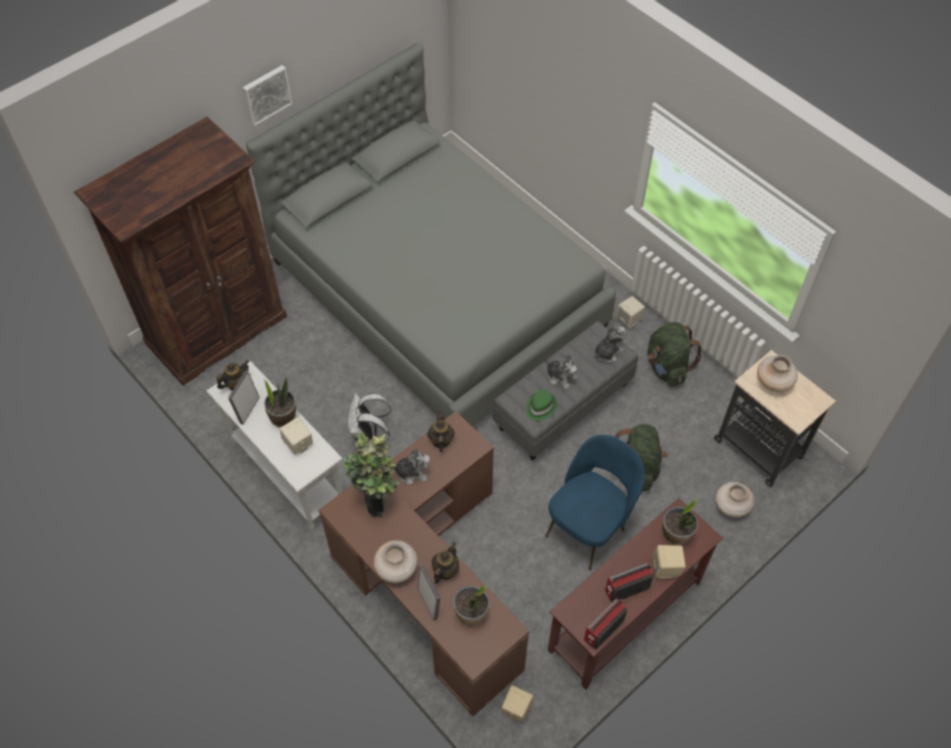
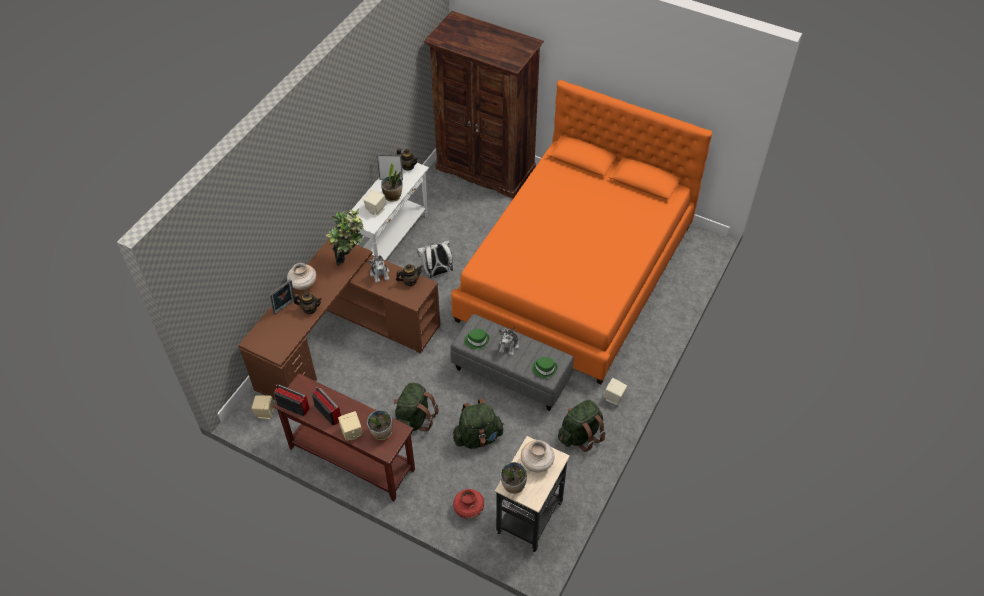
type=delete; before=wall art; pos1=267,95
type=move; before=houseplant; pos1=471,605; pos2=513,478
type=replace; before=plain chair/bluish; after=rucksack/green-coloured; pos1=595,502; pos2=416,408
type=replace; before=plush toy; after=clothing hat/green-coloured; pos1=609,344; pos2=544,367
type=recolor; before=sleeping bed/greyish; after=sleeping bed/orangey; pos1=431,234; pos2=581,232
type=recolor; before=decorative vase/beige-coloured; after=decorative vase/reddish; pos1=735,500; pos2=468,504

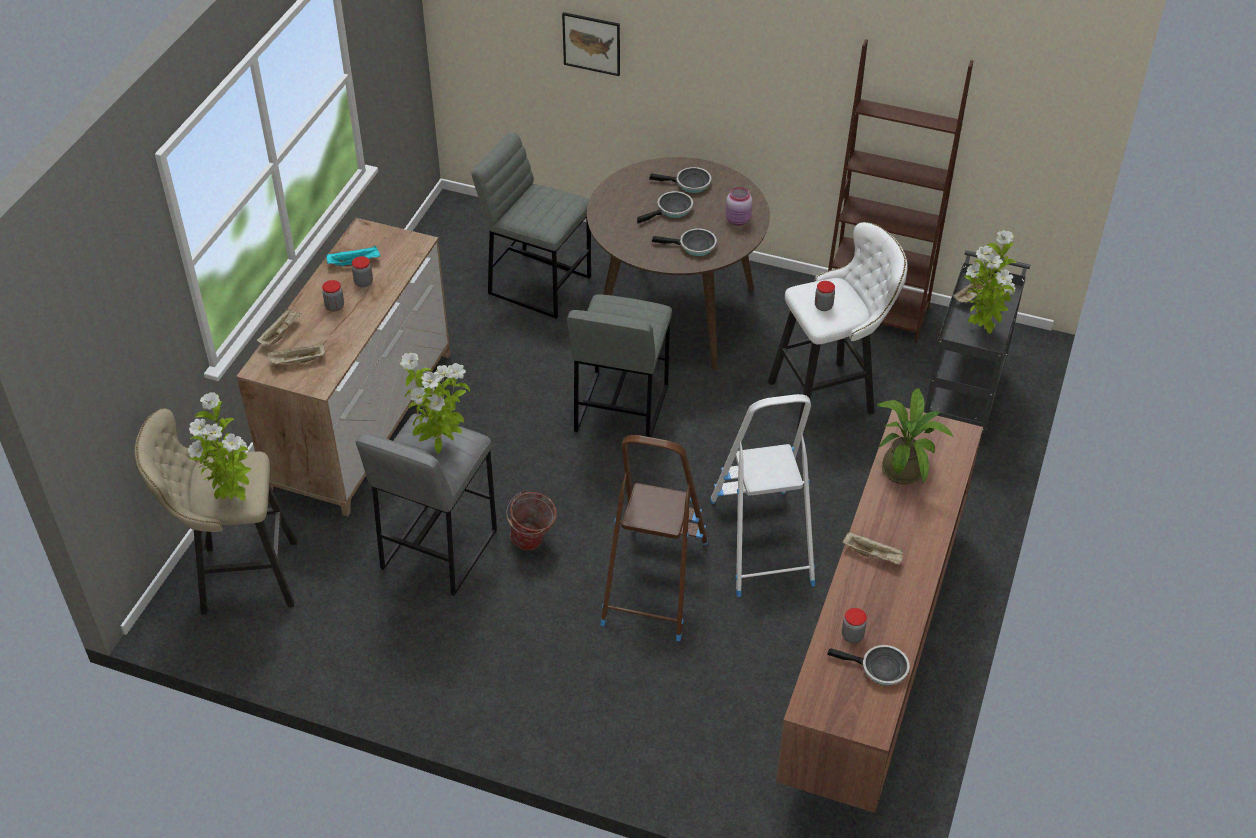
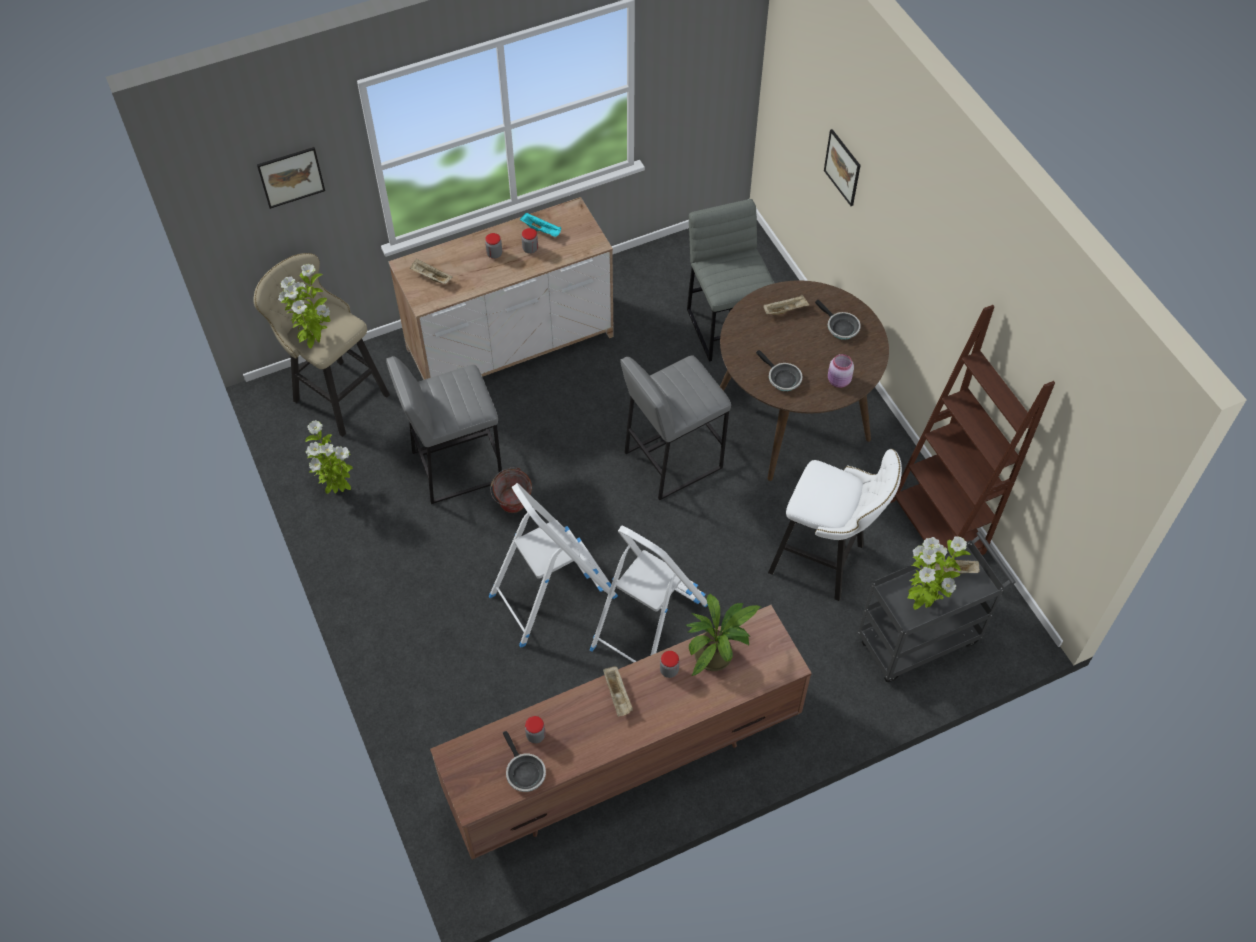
type=delete; before=pan; pos1=665,207
type=insert; after=wall art; pos2=291,178
type=move; before=tray/beige-coloured; pos1=279,327; pos2=786,305
type=move; before=houseplant; pos1=435,403; pos2=329,457
type=move; before=preserve jar; pos1=825,296; pos2=669,664
type=replace; before=plain chair/greyish; after=stool/greyish; pos1=619,366; pos2=676,427
type=recolor; before=step ladder/brown; after=step ladder/whitish; pos1=654,538; pos2=553,565

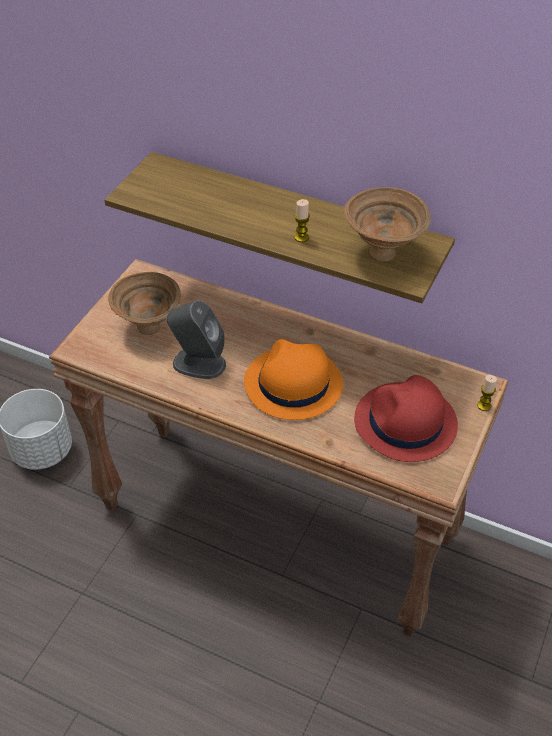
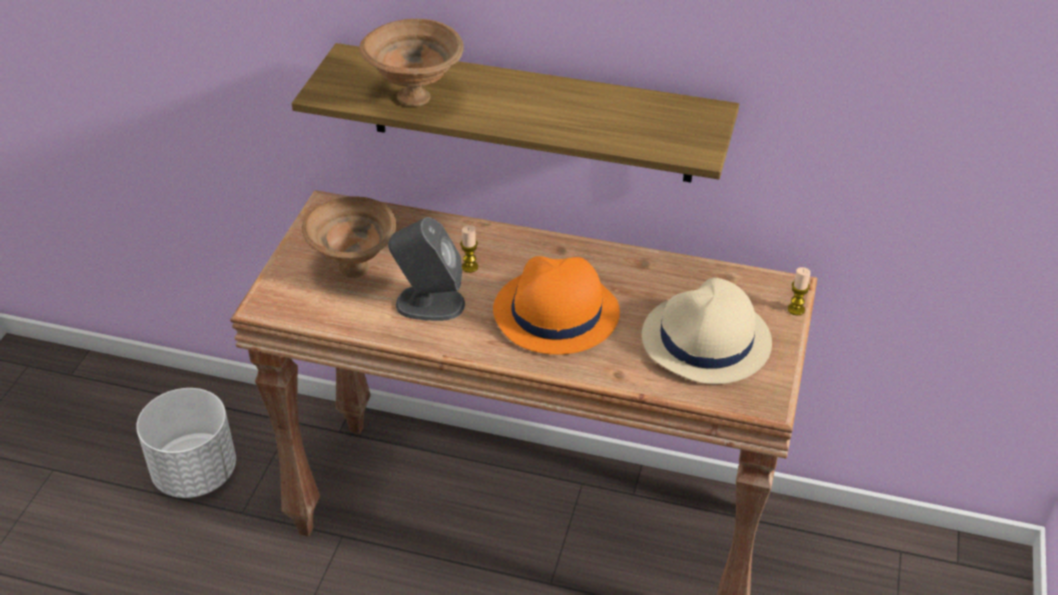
type=move; before=wax light; pos1=302,220; pos2=469,249
type=move; before=deep dish/brown; pos1=387,224; pos2=411,62
type=recolor; before=clothing hat/reddish; after=clothing hat/beige-coloured; pos1=406,418; pos2=707,331

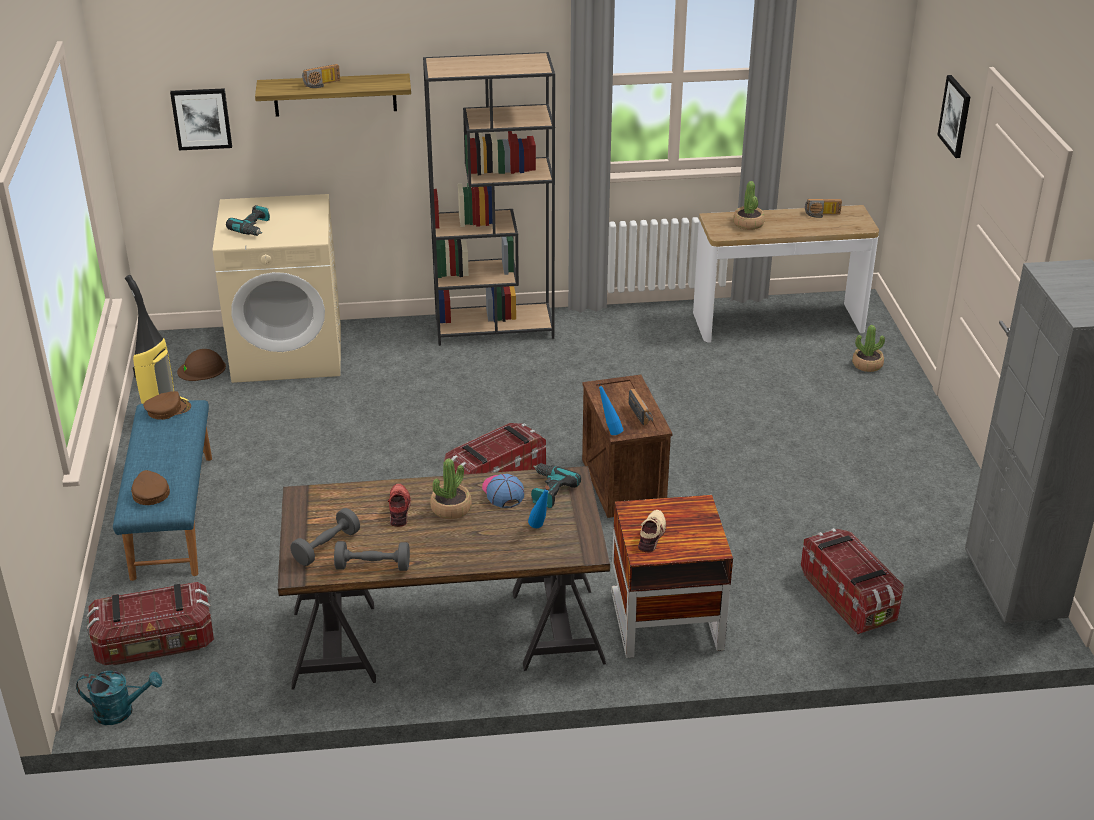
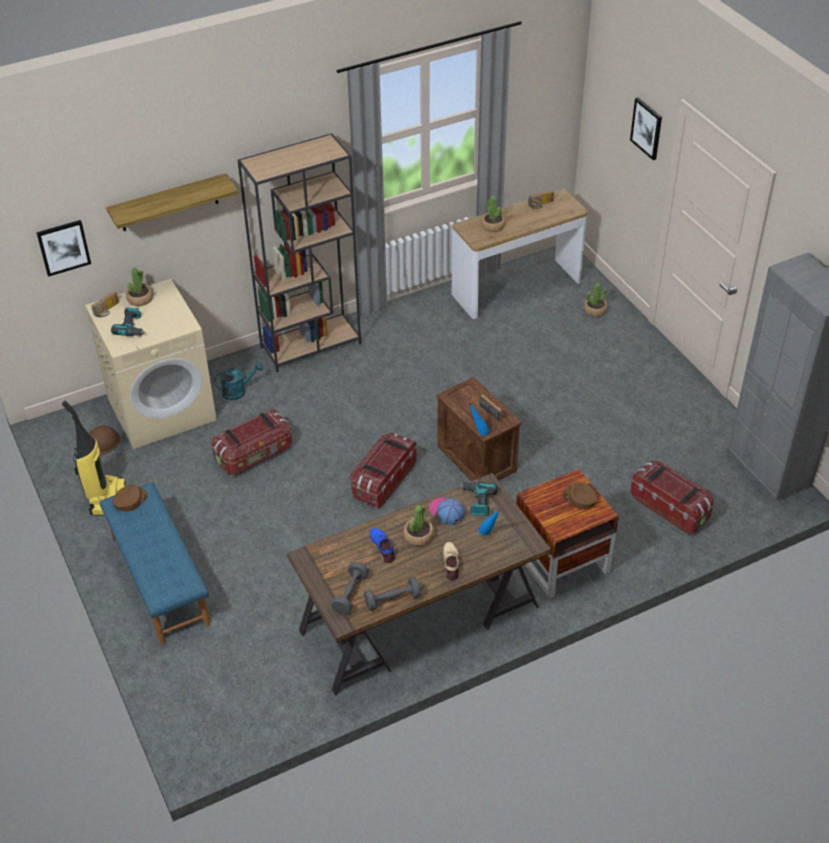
type=insert; after=houseplant; pos2=139,287
type=move; before=watering can/blue-green; pos1=119,698; pos2=238,381
type=move; before=storage bin; pos1=150,623; pos2=251,442
type=move; before=baseball cap/brown; pos1=150,487; pos2=580,496
type=move; before=radio; pos1=321,76; pos2=105,304
type=move; before=low shoe/beige-coloured; pos1=652,531; pos2=451,561
type=recolor; before=low shoe/reddish; after=low shoe/bluish; pos1=399,505; pos2=382,545

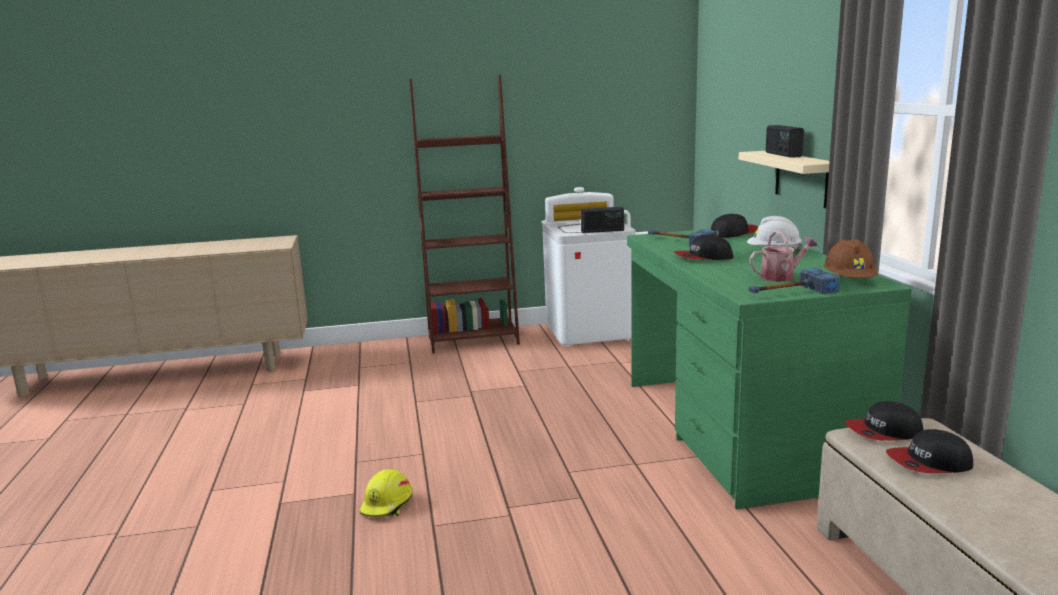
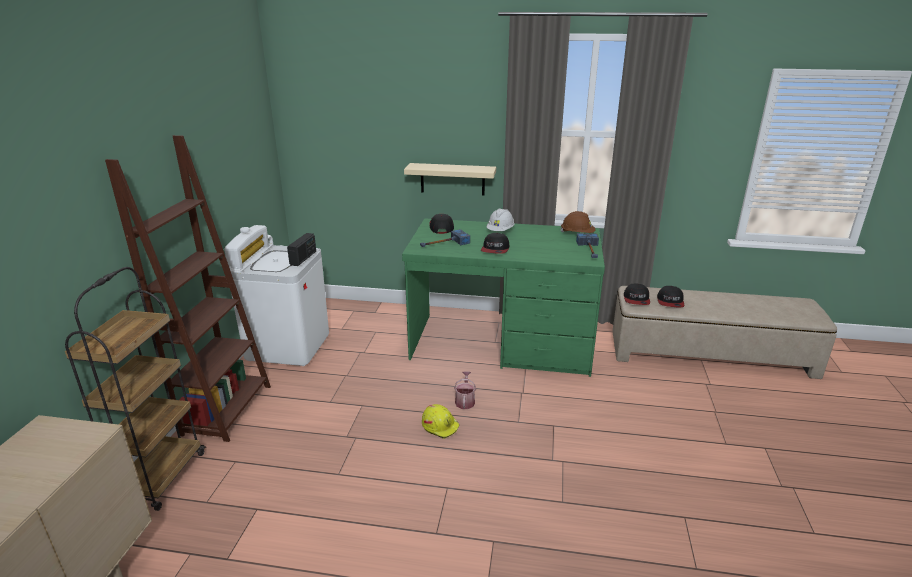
type=delete; before=radio; pos1=785,141
type=insert; after=trolley/brown; pos2=135,389
type=move; before=safety helmet/yellow-coloured; pos1=386,493; pos2=441,421
type=move; before=watering can; pos1=784,256; pos2=465,390

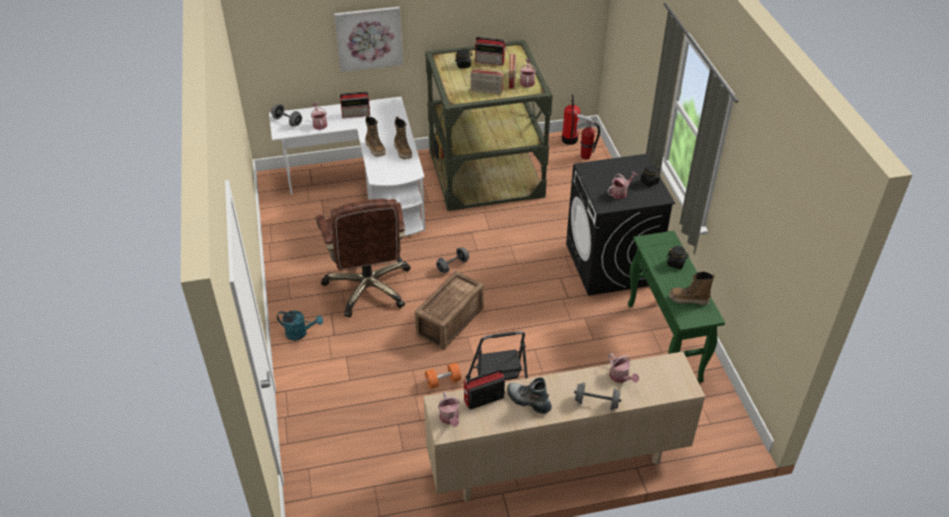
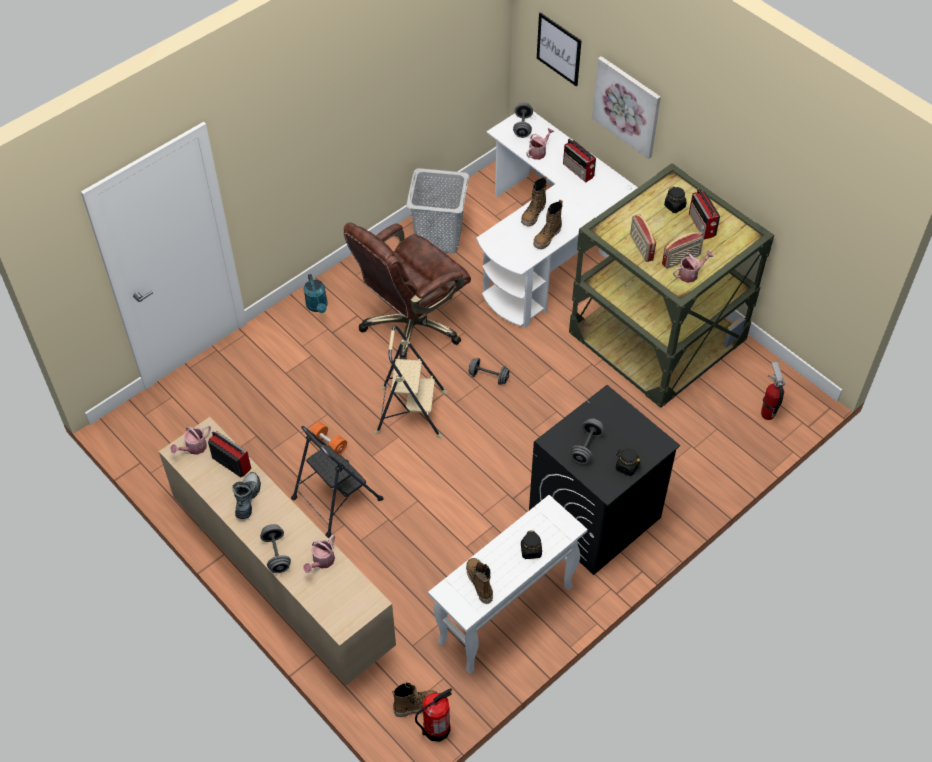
type=insert; after=boot; pos2=414,699
type=insert; after=washing basket/greyish; pos2=437,210
type=insert; after=wall art; pos2=559,49
type=move; before=fire-fighting cylinder; pos1=571,119; pos2=433,715
type=replace; before=shipping crate; after=step ladder/beige-coloured; pos1=449,310; pos2=411,382
type=replace; before=watering can; after=hand weight/greyish; pos1=622,185; pos2=587,441
type=recolor; before=hall table/green-coloured; after=hall table/whitish; pos1=676,306; pos2=507,584

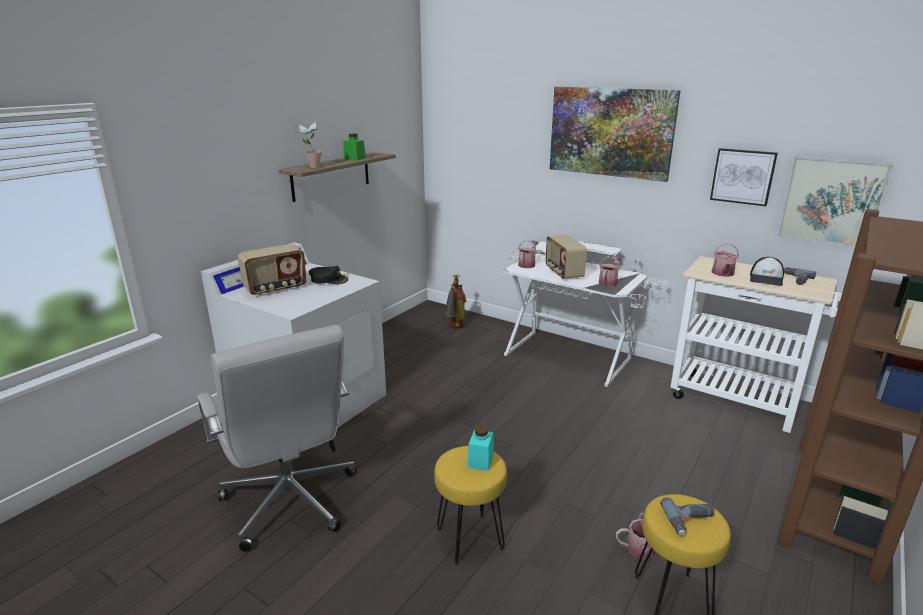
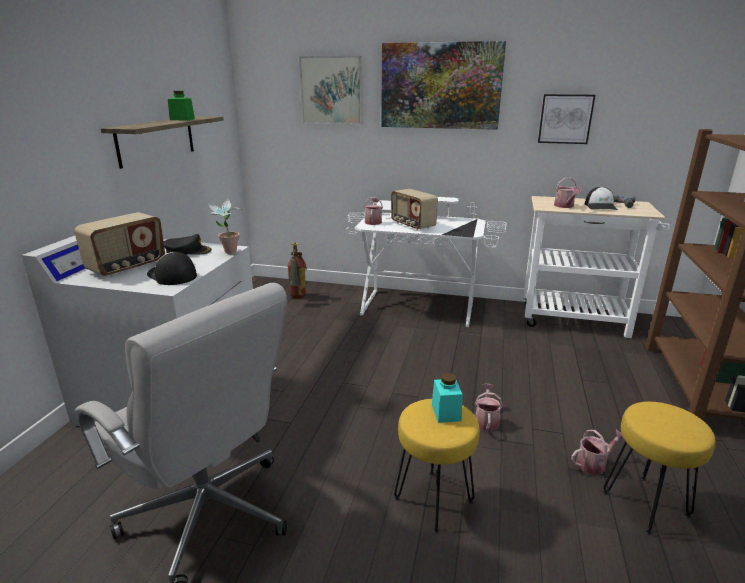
type=delete; before=power drill; pos1=687,516
type=insert; after=baseball cap; pos2=172,268
type=move; before=houseplant; pos1=309,145; pos2=224,226
type=move; before=watering can; pos1=610,271; pos2=489,407
type=move; before=wall art; pos1=835,202; pos2=330,90

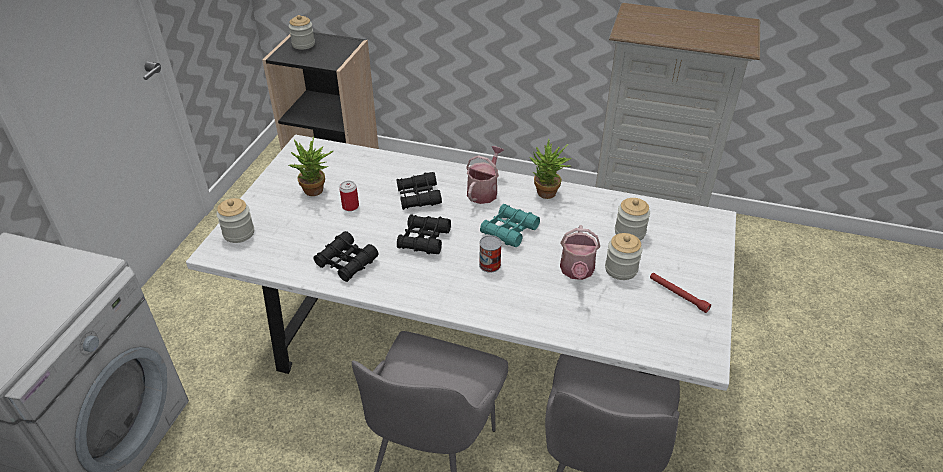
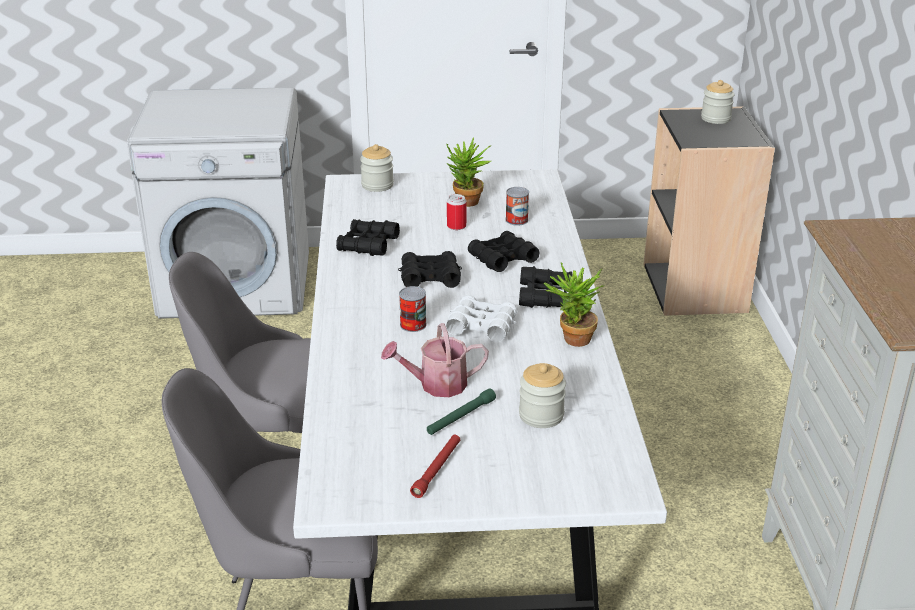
type=insert; after=metal can; pos2=517,206
type=replace; before=watering can; after=pair of binoculars/black-coloured; pos1=485,175; pos2=545,287
type=replace; before=preserve jar; after=flashlight/green-coloured; pos1=624,256; pos2=461,411
type=recolor; before=pair of binoculars/blue-green; after=pair of binoculars/whitish; pos1=510,225; pos2=481,318

